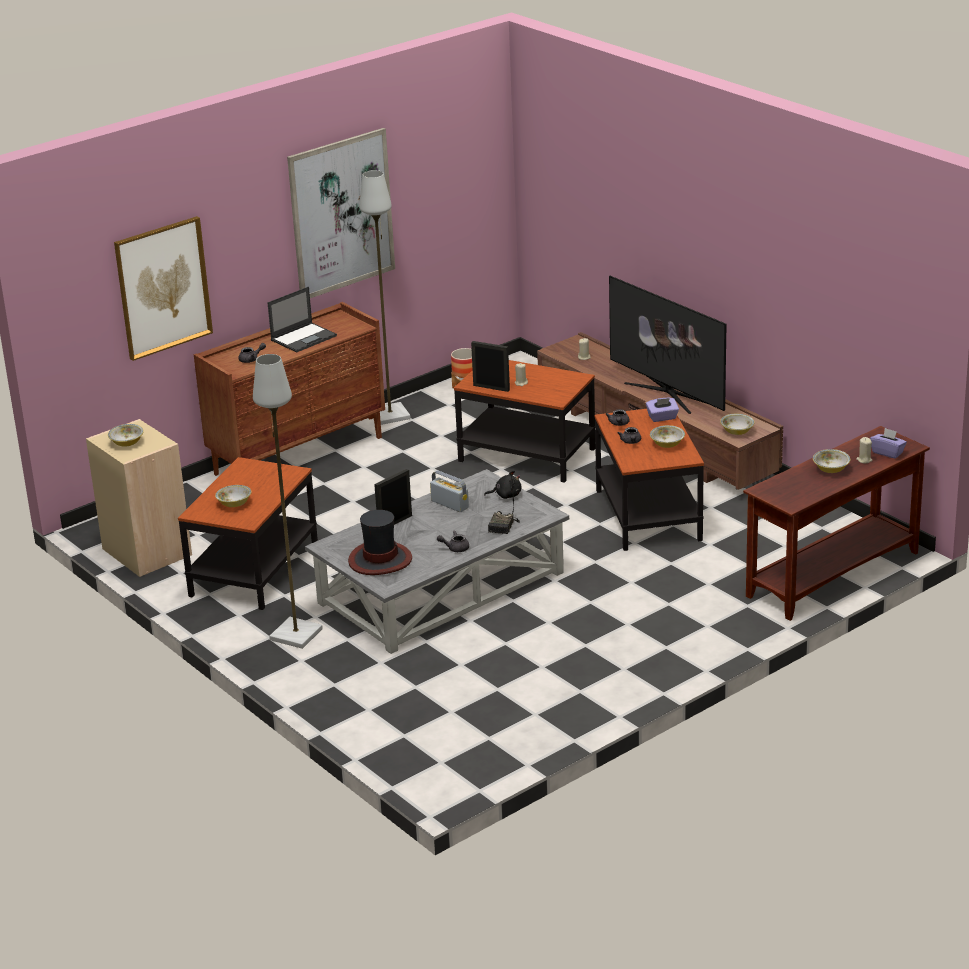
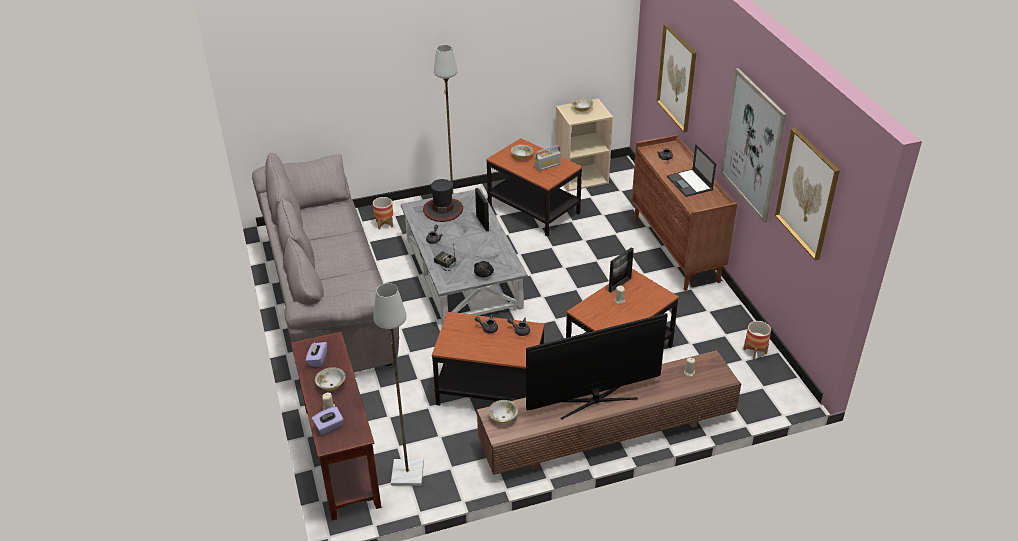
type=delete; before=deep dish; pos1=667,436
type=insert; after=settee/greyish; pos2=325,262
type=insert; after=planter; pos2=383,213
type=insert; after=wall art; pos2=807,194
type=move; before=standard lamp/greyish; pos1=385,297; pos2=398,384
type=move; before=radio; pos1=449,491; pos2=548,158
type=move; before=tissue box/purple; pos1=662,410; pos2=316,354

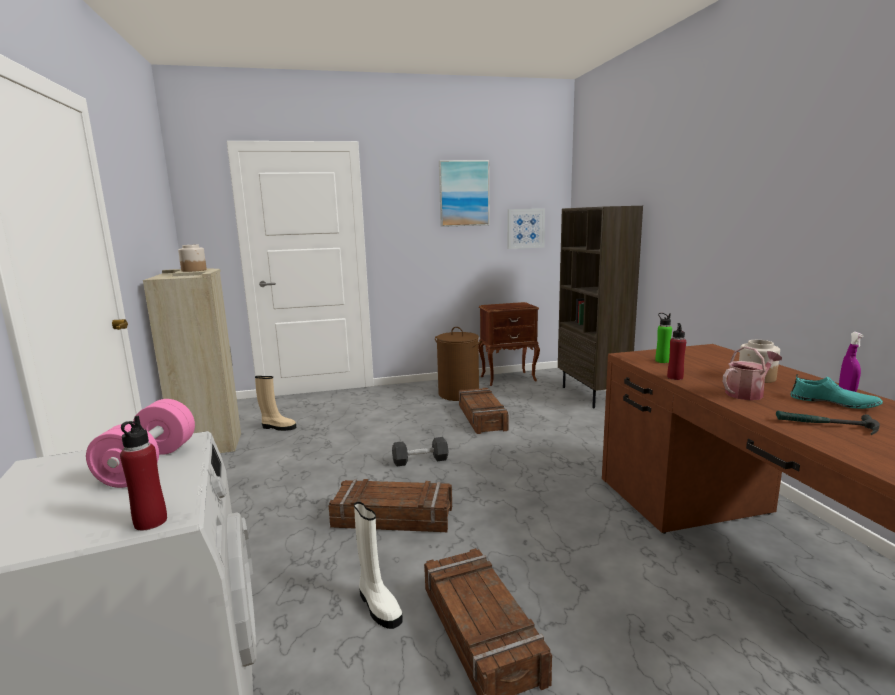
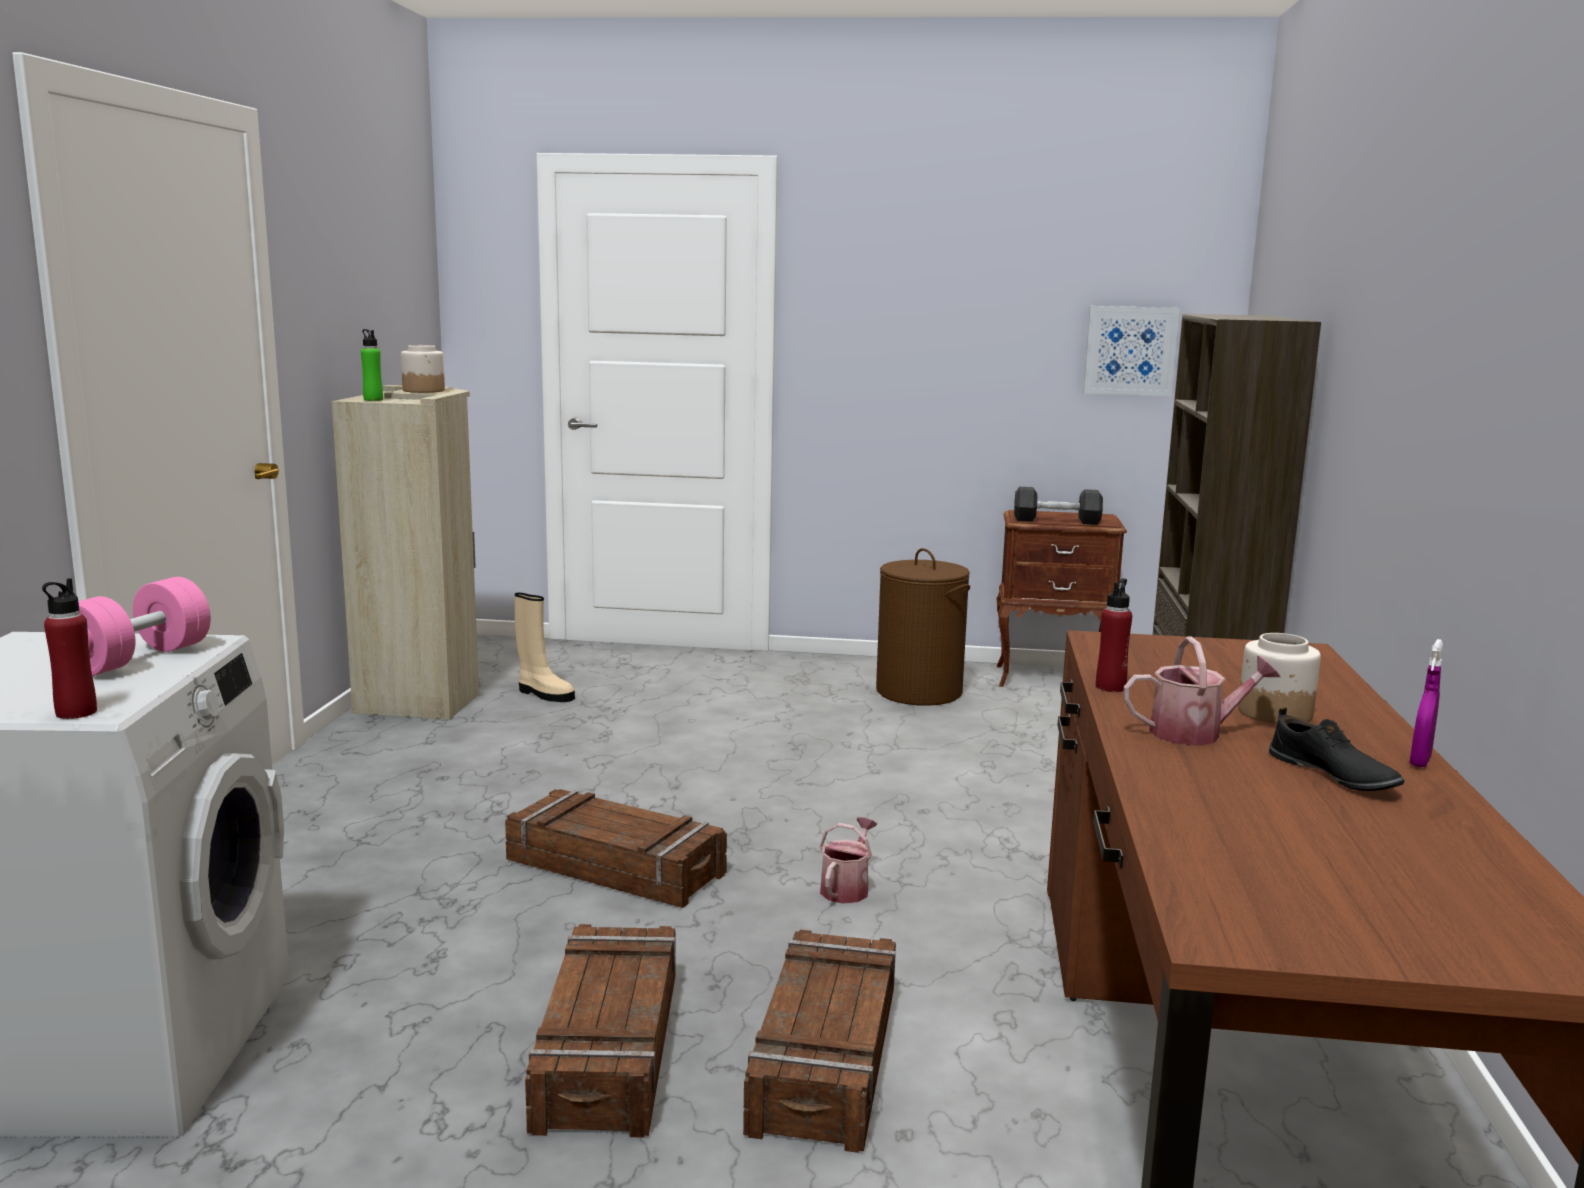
type=delete; before=boot/whitish; pos1=378,565
type=delete; before=wall art; pos1=464,193
type=delete; before=hand hammer; pos1=828,423
type=insert; after=watering can; pos2=848,860
type=move; before=hand weight/black-coloured; pos1=420,451; pos2=1058,506
type=move; before=shipping crate; pos1=484,411; pos2=819,1041
type=move; before=drink bottle/green-coloured; pos1=663,338; pos2=372,365
type=recolor; before=low shoe/blue-green; after=low shoe/black-coloured; pos1=836,391; pos2=1337,749

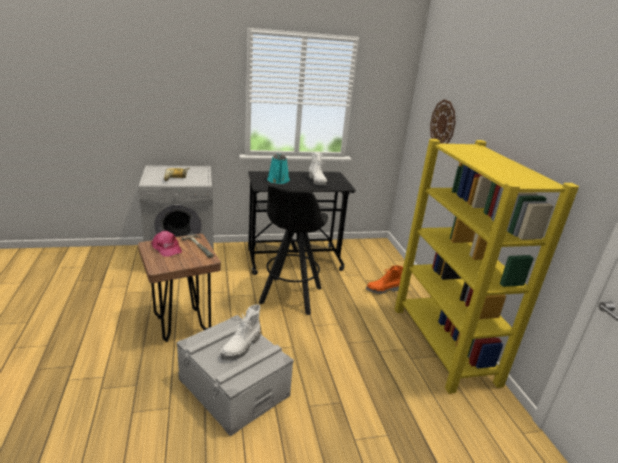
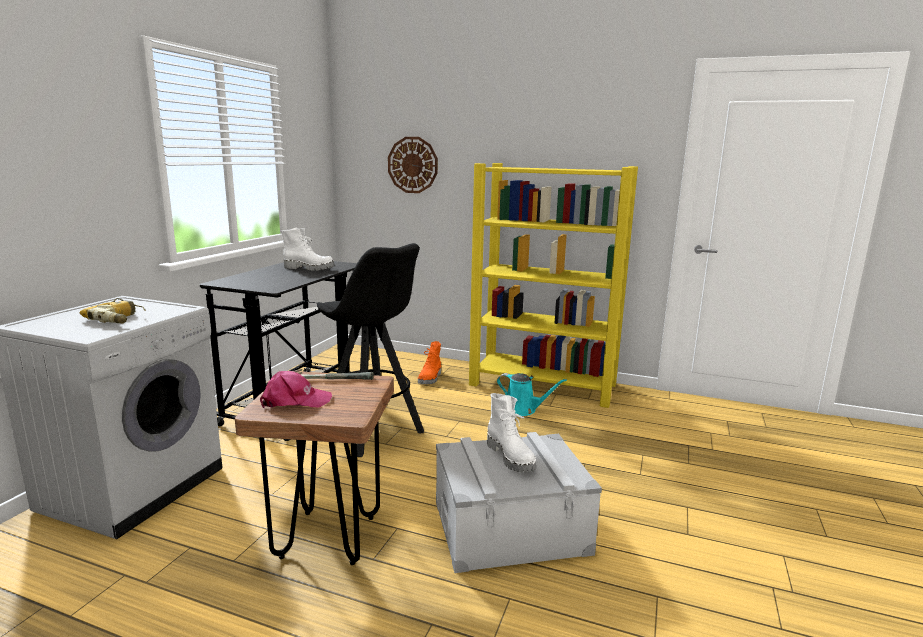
type=move; before=watering can/blue-green; pos1=278,168; pos2=532,394

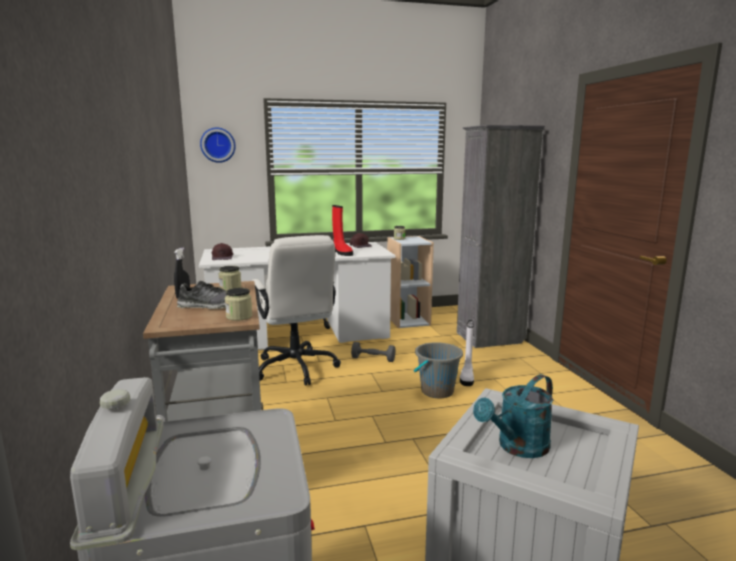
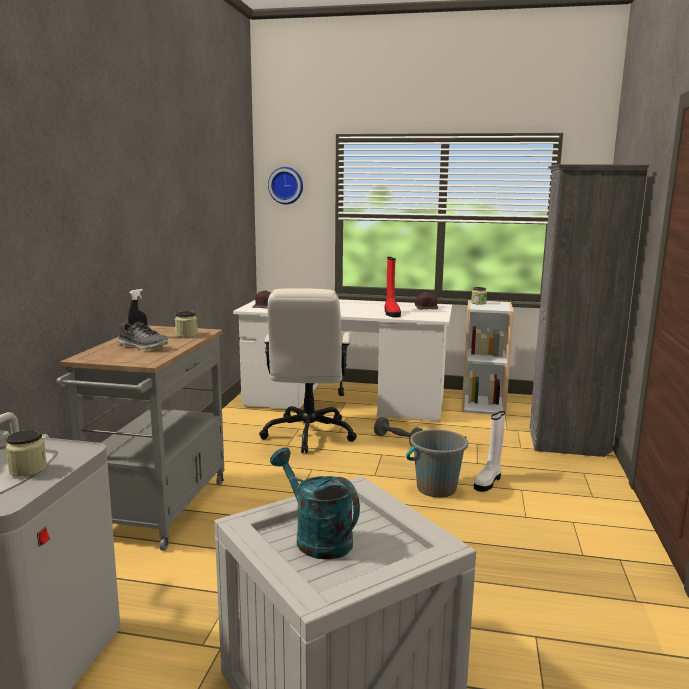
type=move; before=preserve jar; pos1=238,304; pos2=26,453
type=rotate; before=watering can/blue-green; pos1=513,416; pos2=315,503; turn=60

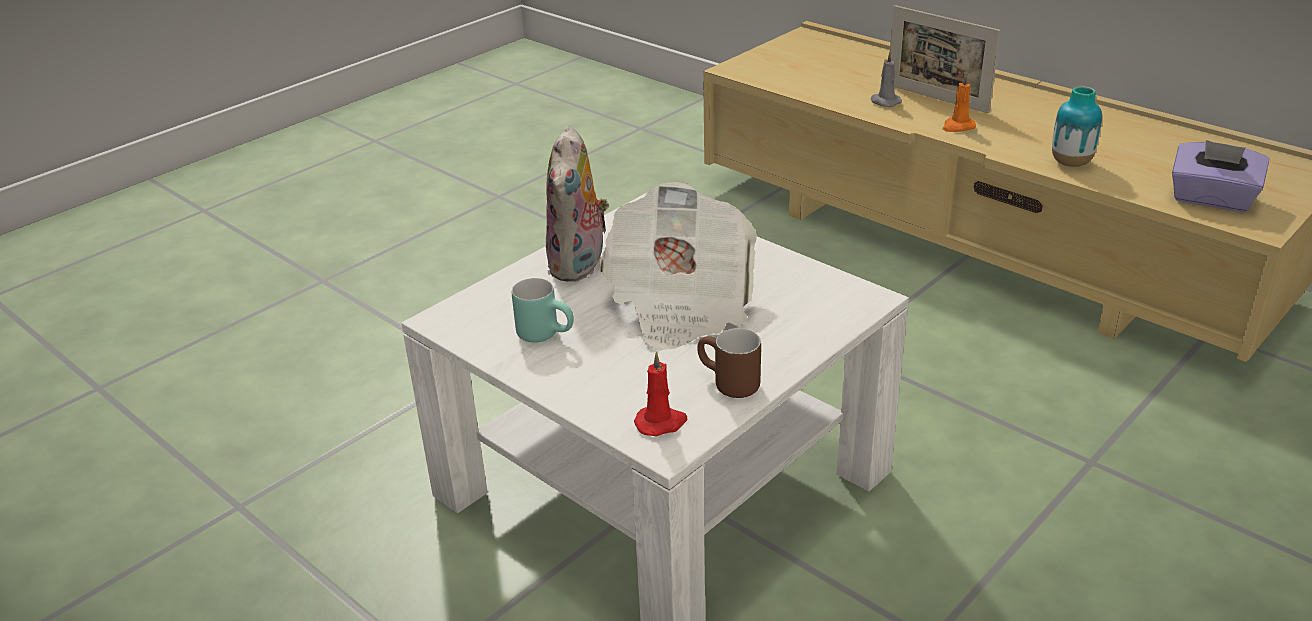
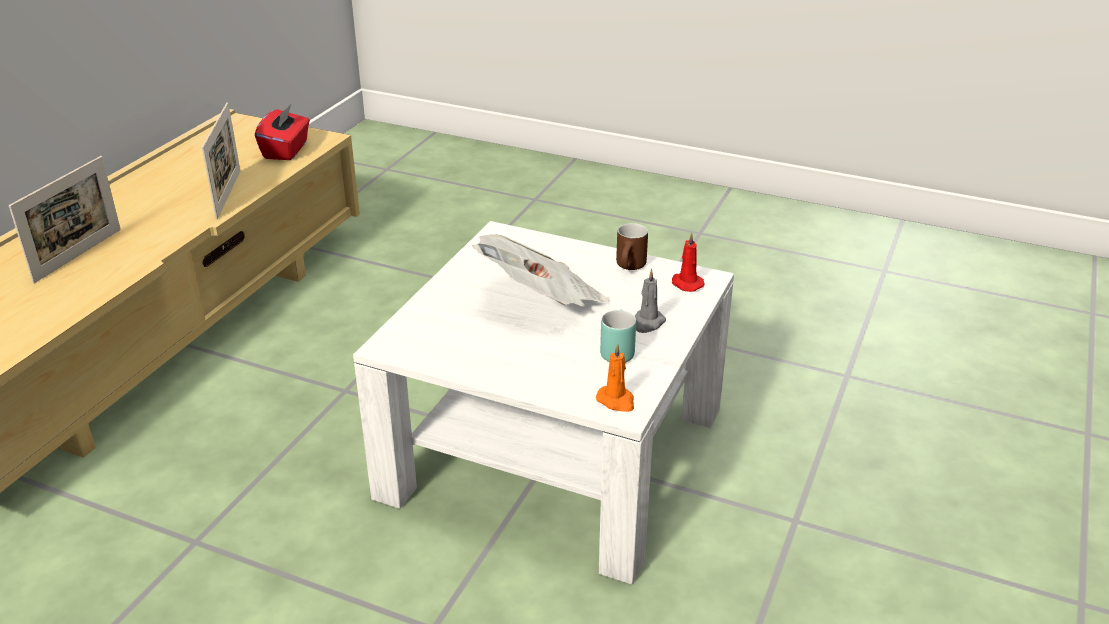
type=delete; before=plush toy; pos1=577,204
type=move; before=wax light/greyish; pos1=886,79; pos2=650,301
type=move; before=wax light/orangey; pos1=959,102; pos2=615,377
type=replace; before=decorative vase; after=photo frame; pos1=1077,126; pos2=221,161
type=recolor; before=tissue box/purple; after=tissue box/reddish; pos1=1221,176; pos2=282,132

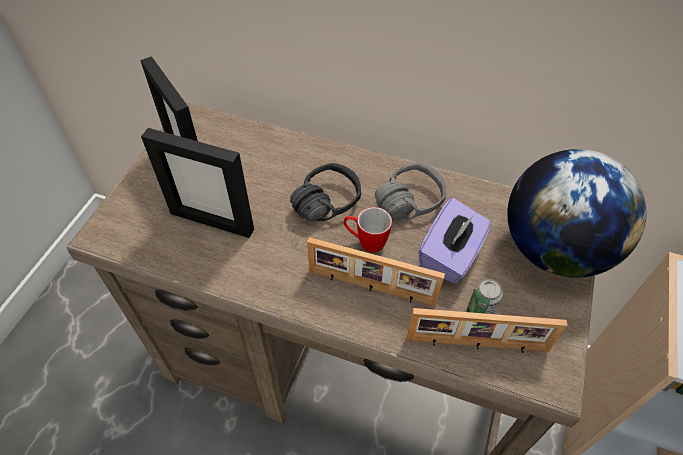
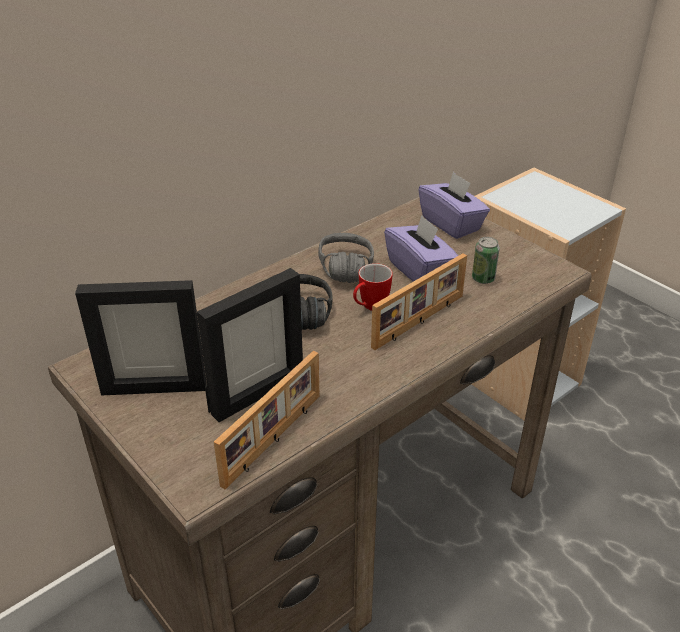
type=move; before=photo frame; pos1=487,330; pos2=267,420
type=replace; before=desk globe; after=tissue box/purple; pos1=577,213; pos2=454,205

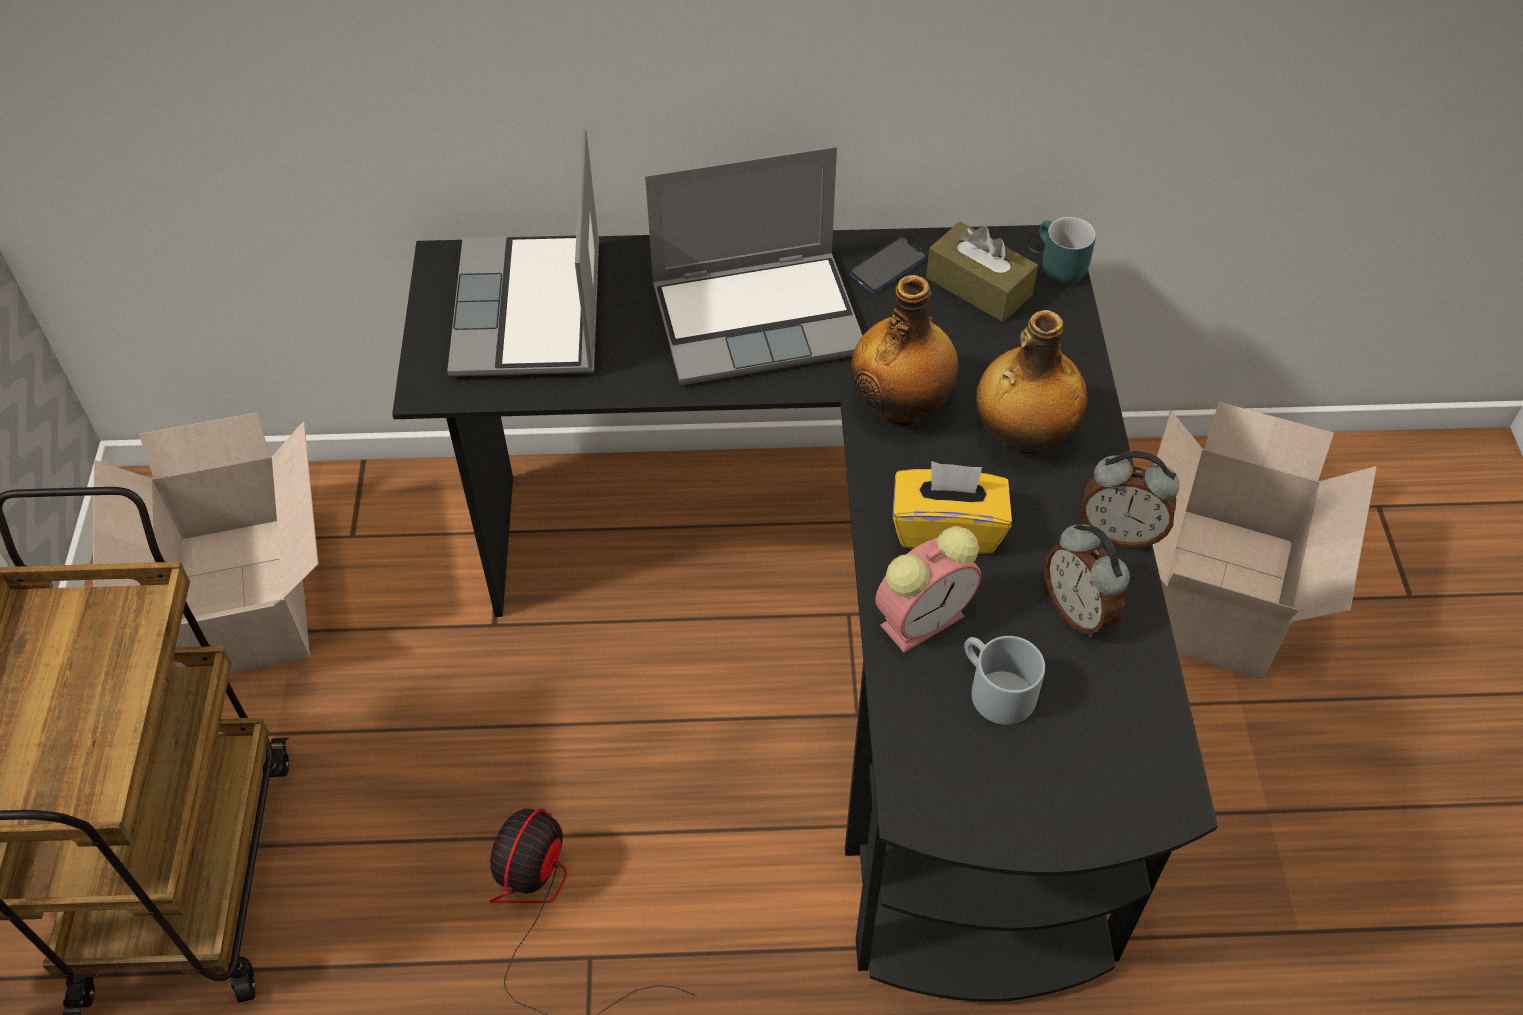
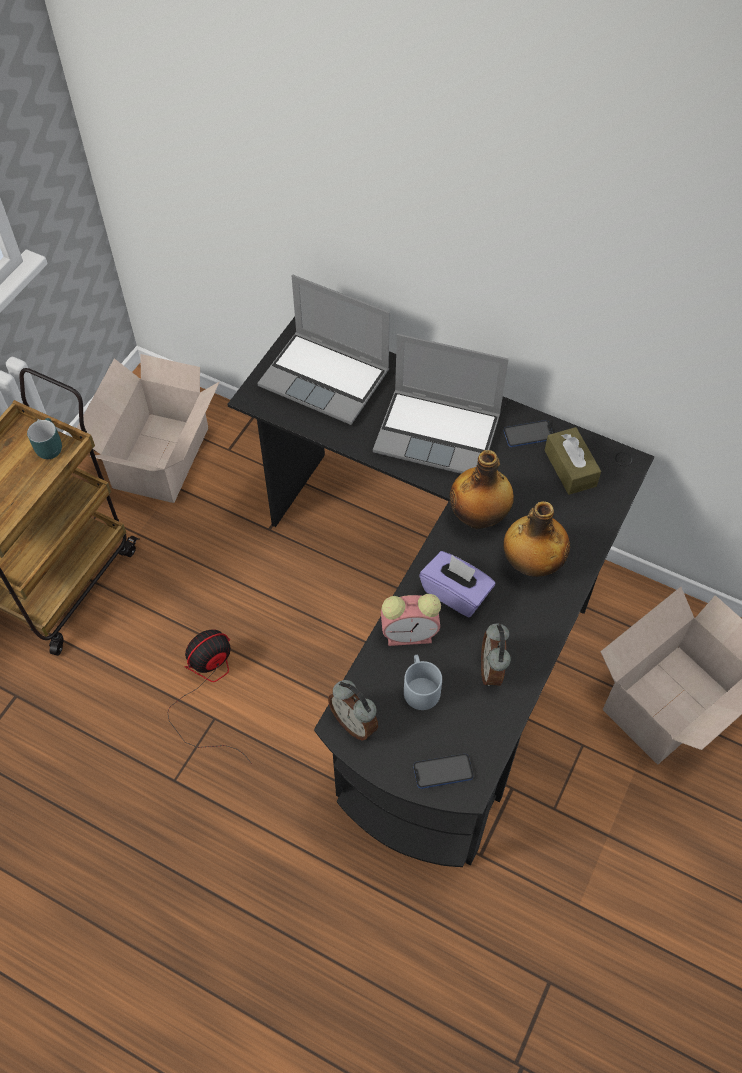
type=insert; after=phone; pos2=443,771
type=move; before=coffee mug/blue-green; pos1=1067,250; pos2=44,438
type=move; before=alarm clock; pos1=1130,499; pos2=353,710
type=recolor; before=tissue box/yellow-coloured; after=tissue box/purple; pos1=952,507; pos2=457,584
type=rotate; before=portable computer; pos1=523,252; pos2=323,350; turn=-90

